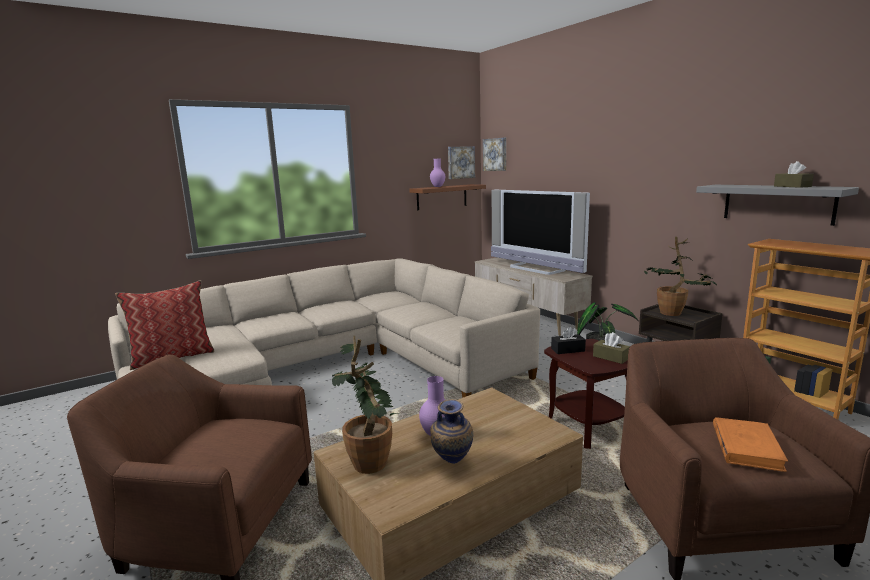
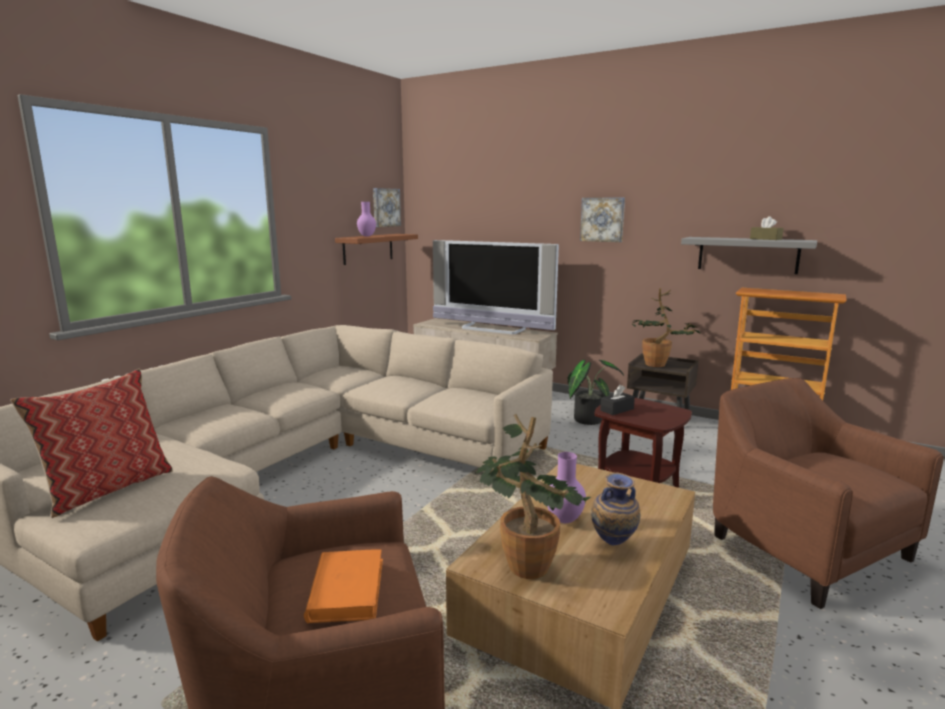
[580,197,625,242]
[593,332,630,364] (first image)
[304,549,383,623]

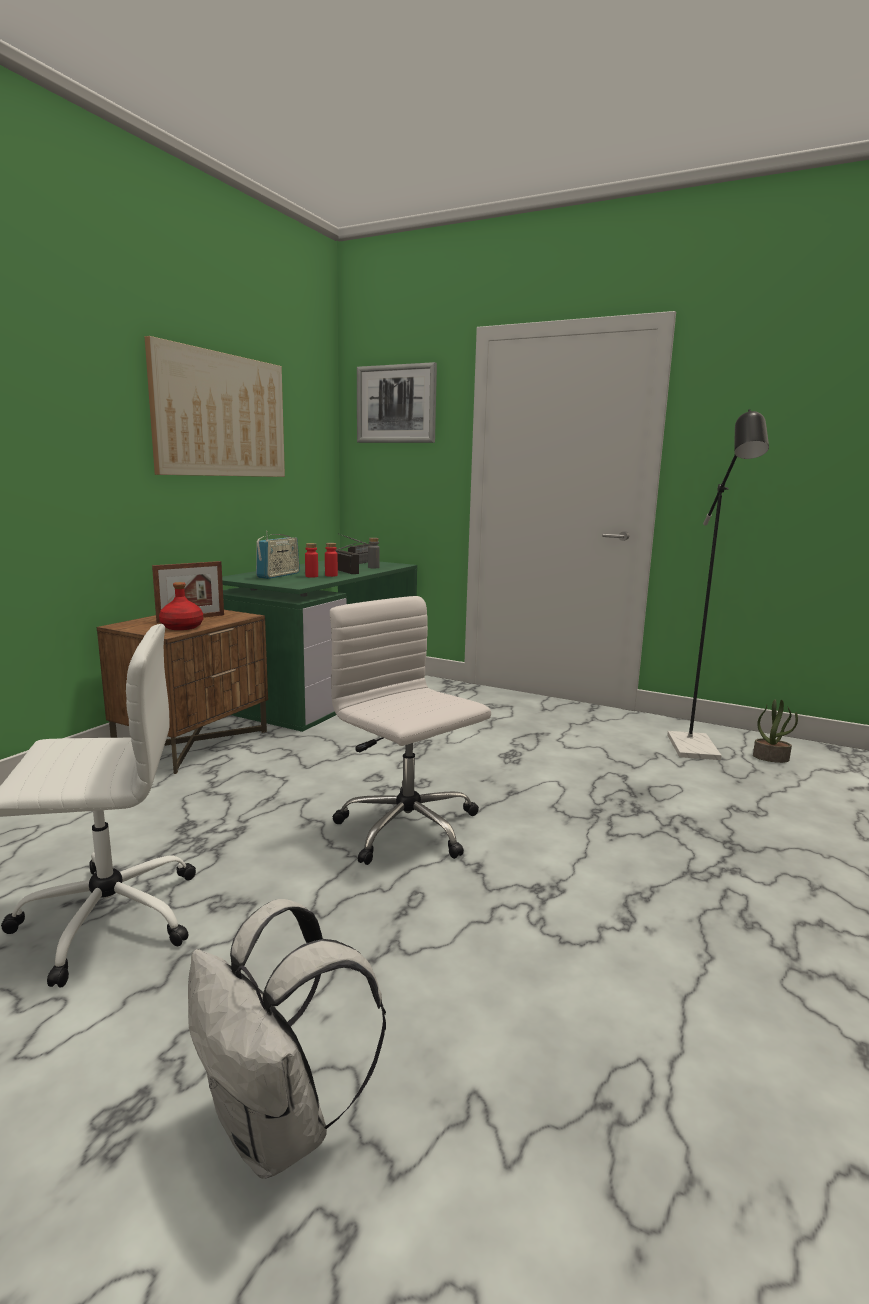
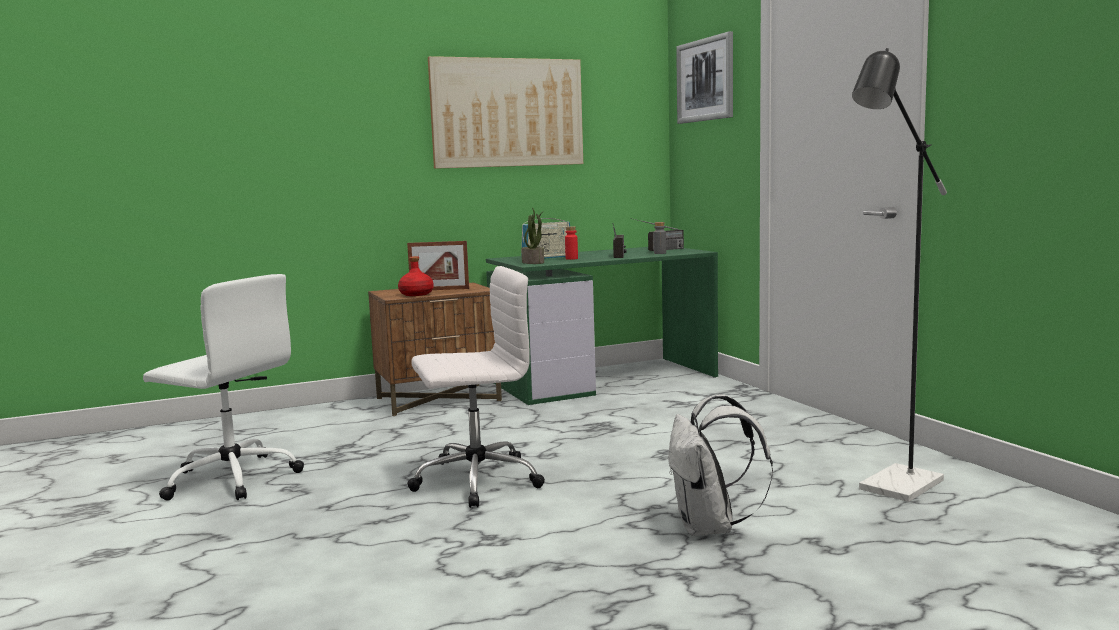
[325,543,338,577] (first image)
[407,266,545,508]
[521,207,544,264]
[668,394,773,536]

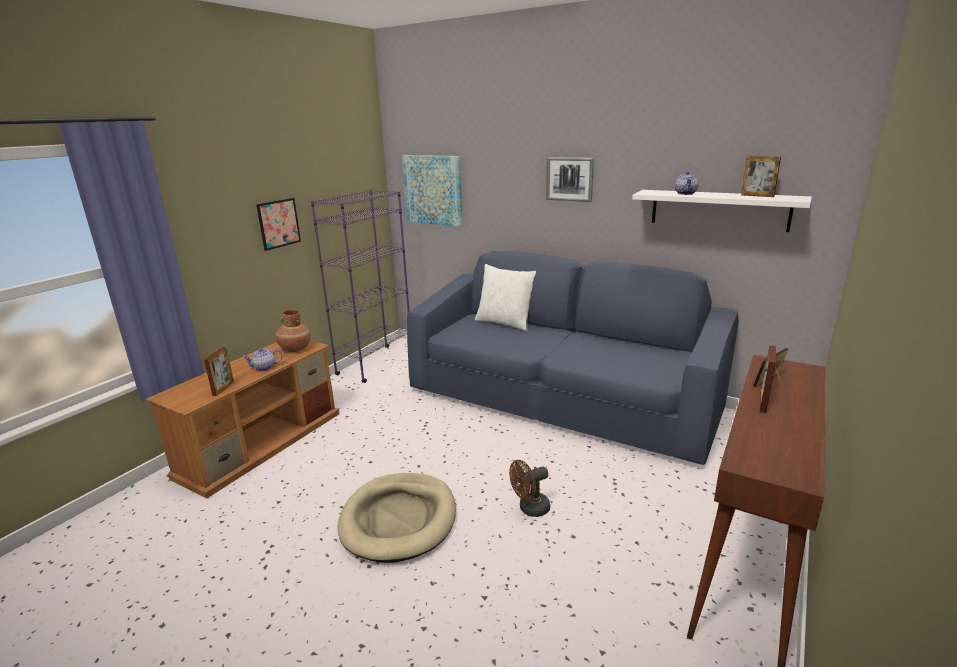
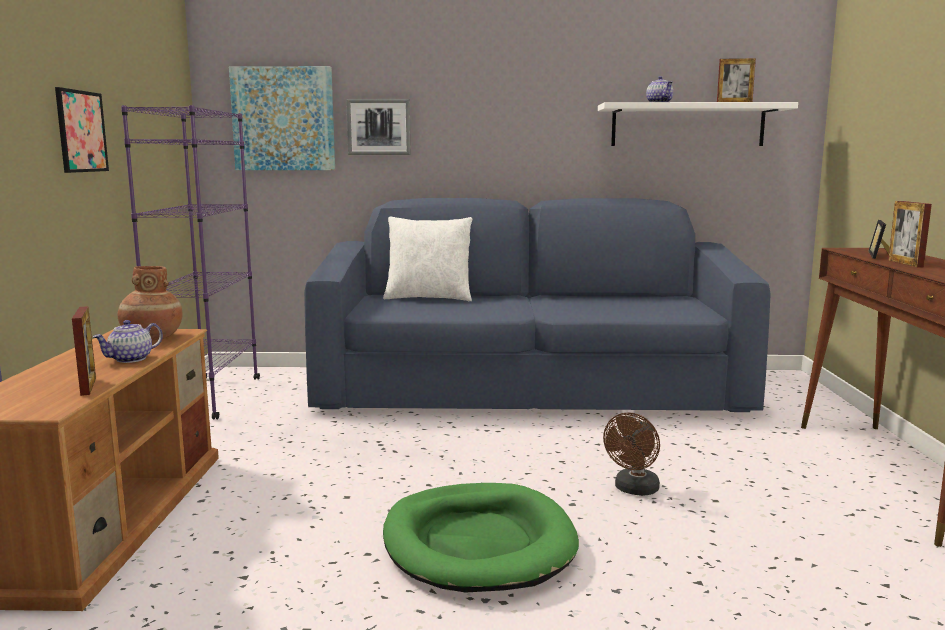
[346,99,411,155]
[383,483,579,592]

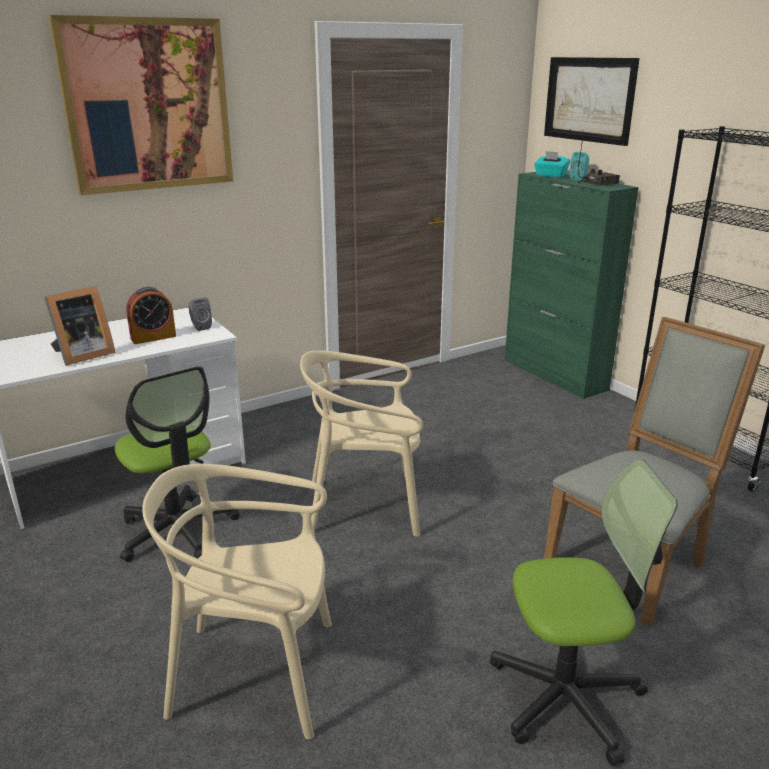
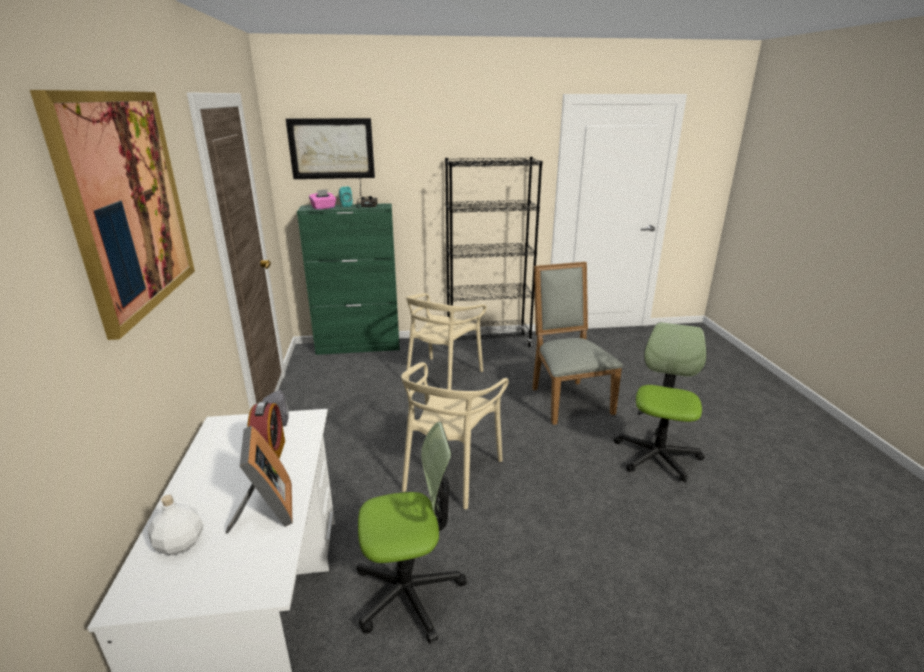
[309,189,336,210]
[406,293,487,390]
[148,495,203,555]

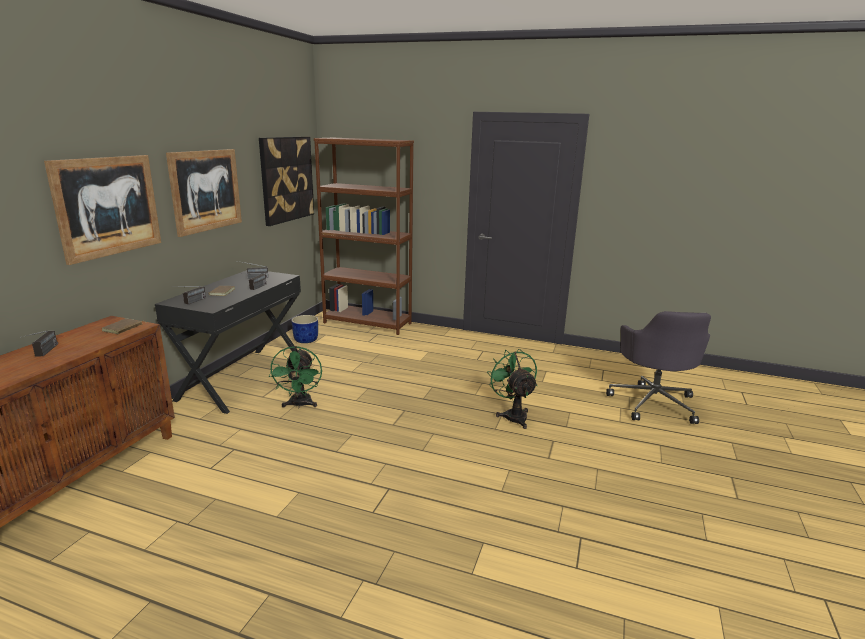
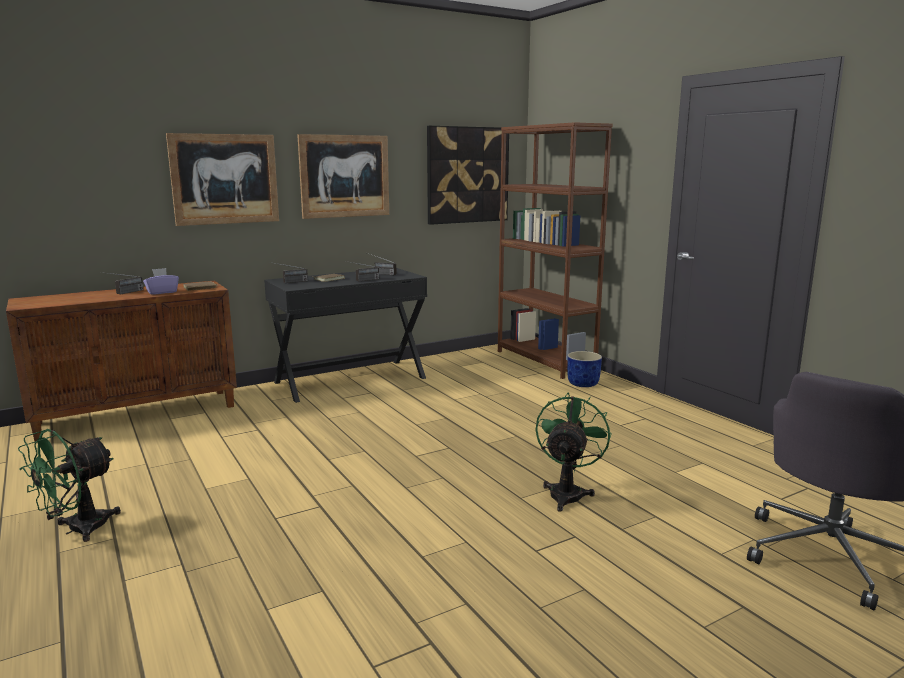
[567,351,602,387]
[18,429,121,542]
[143,268,179,295]

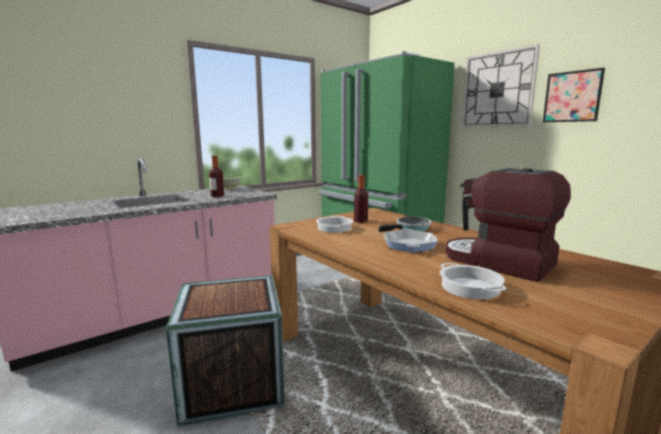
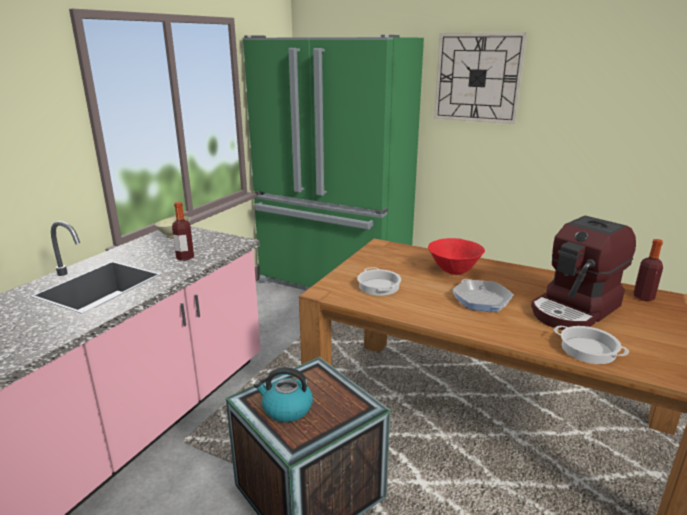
[543,68,605,122] (first image)
[531,216,636,330]
[633,239,663,301]
[428,238,485,275]
[254,367,313,422]

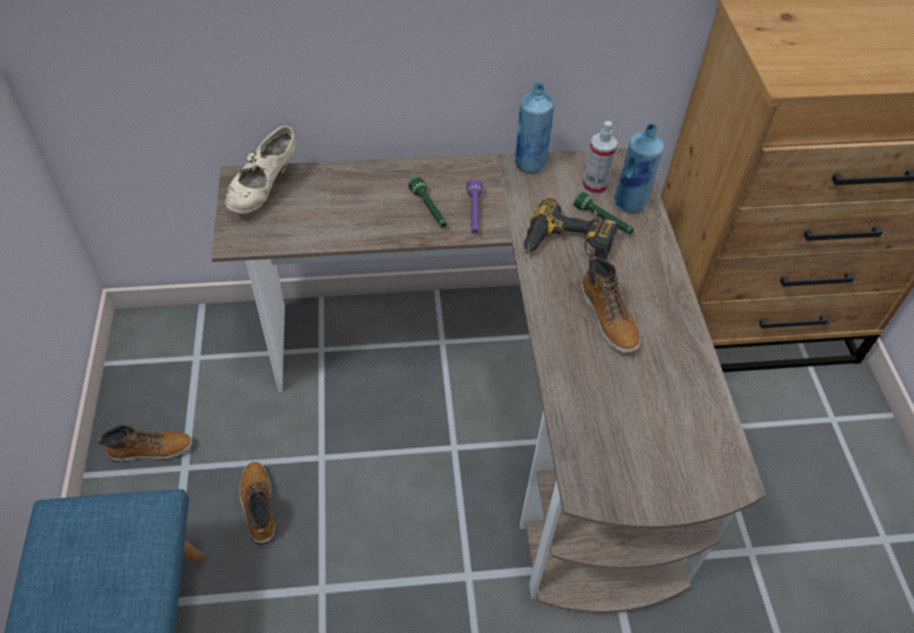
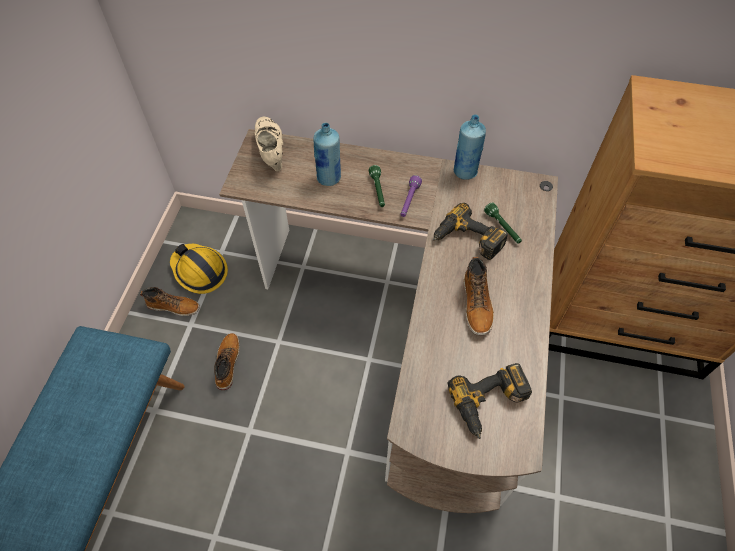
[582,121,618,195] (first image)
[313,122,341,186]
[255,117,283,171]
[170,244,228,294]
[448,363,532,439]

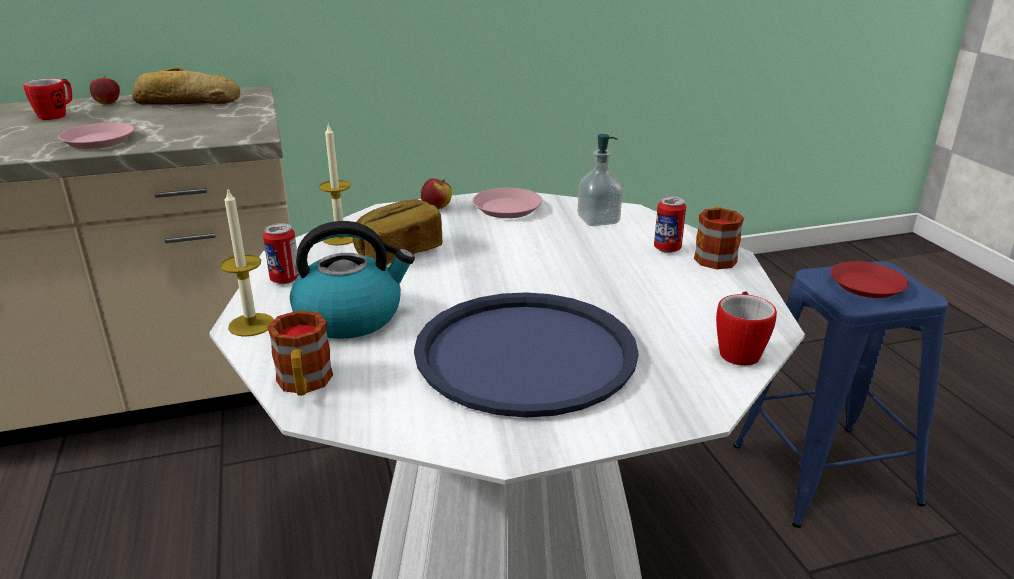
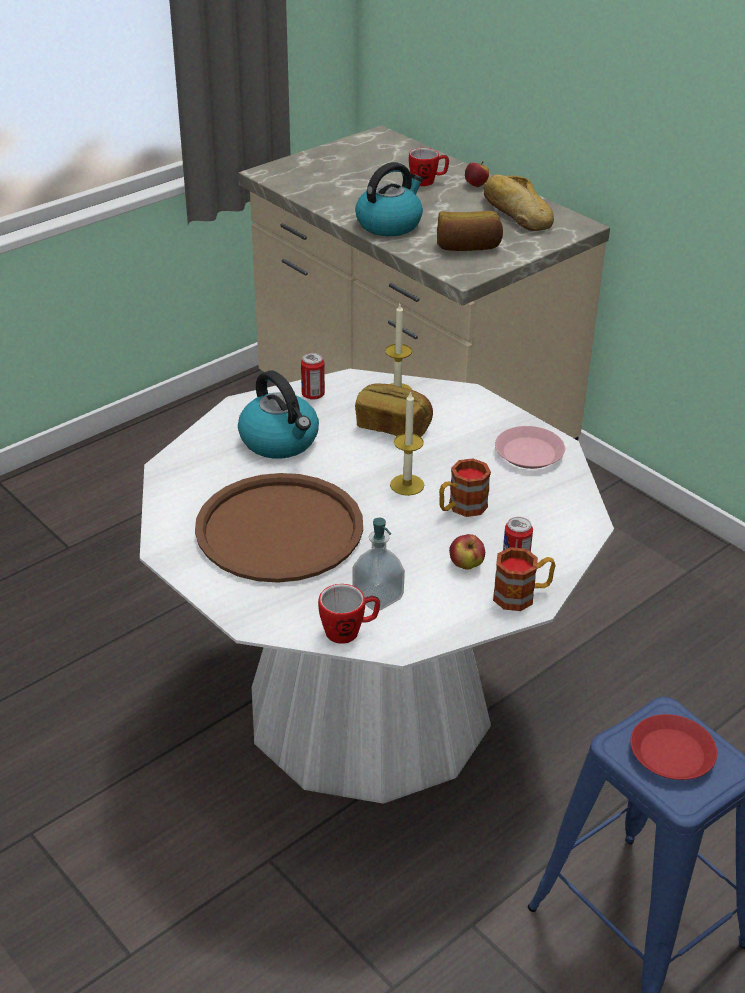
[355,162,423,236]
[353,518,405,611]
[449,534,485,569]
[390,391,424,496]
[195,473,363,583]
[439,458,491,517]
[437,211,503,251]

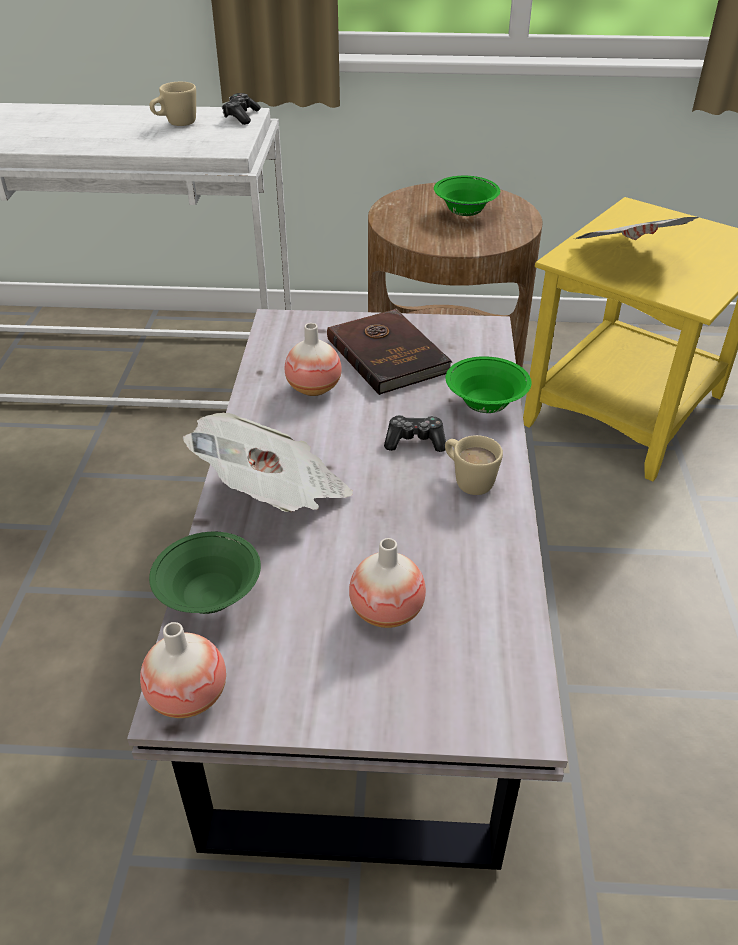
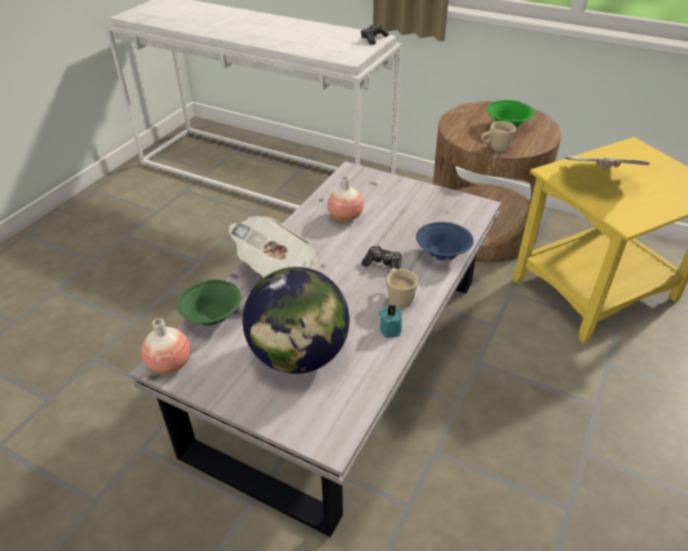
[481,121,516,151]
[327,309,453,395] (first image)
[416,222,474,261]
[243,267,349,374]
[380,305,402,338]

